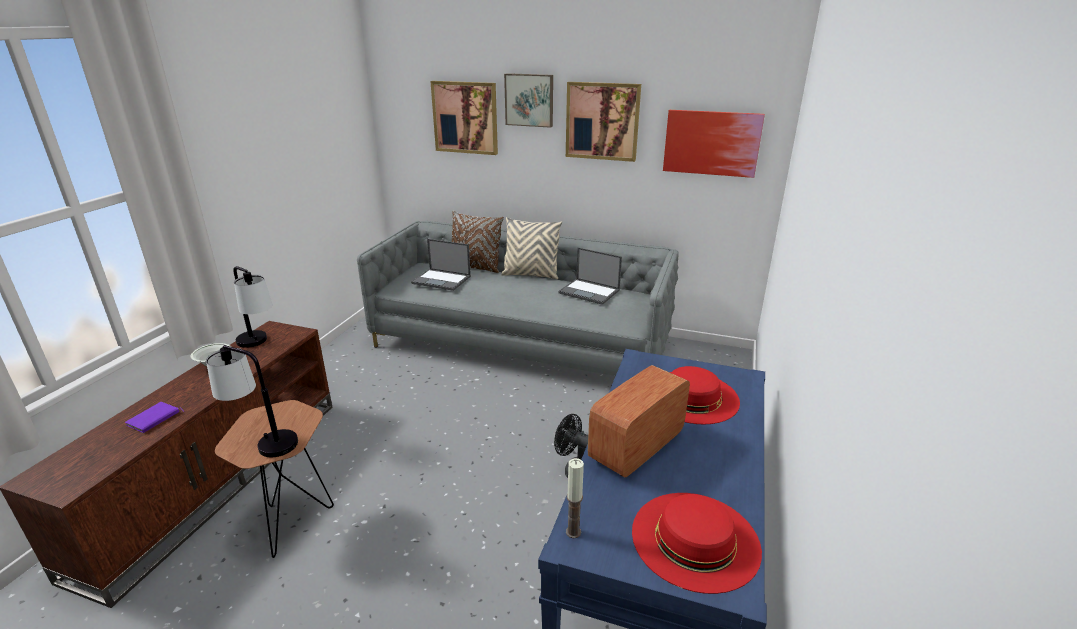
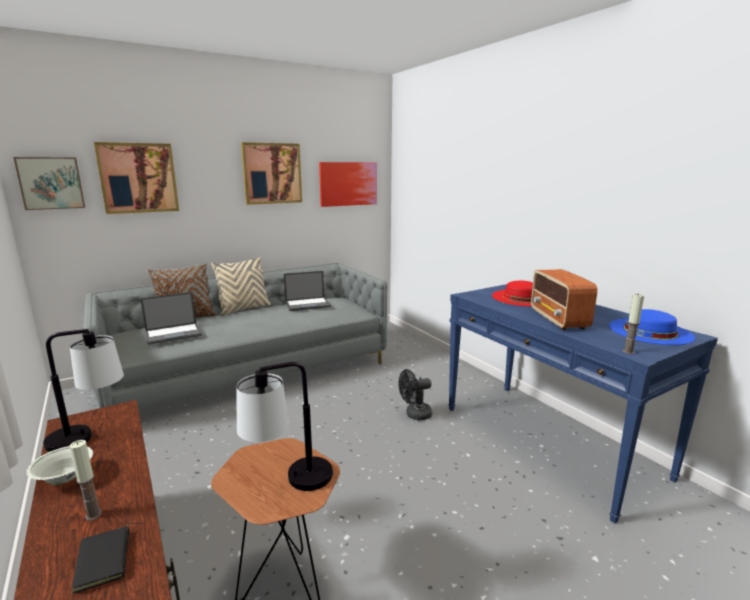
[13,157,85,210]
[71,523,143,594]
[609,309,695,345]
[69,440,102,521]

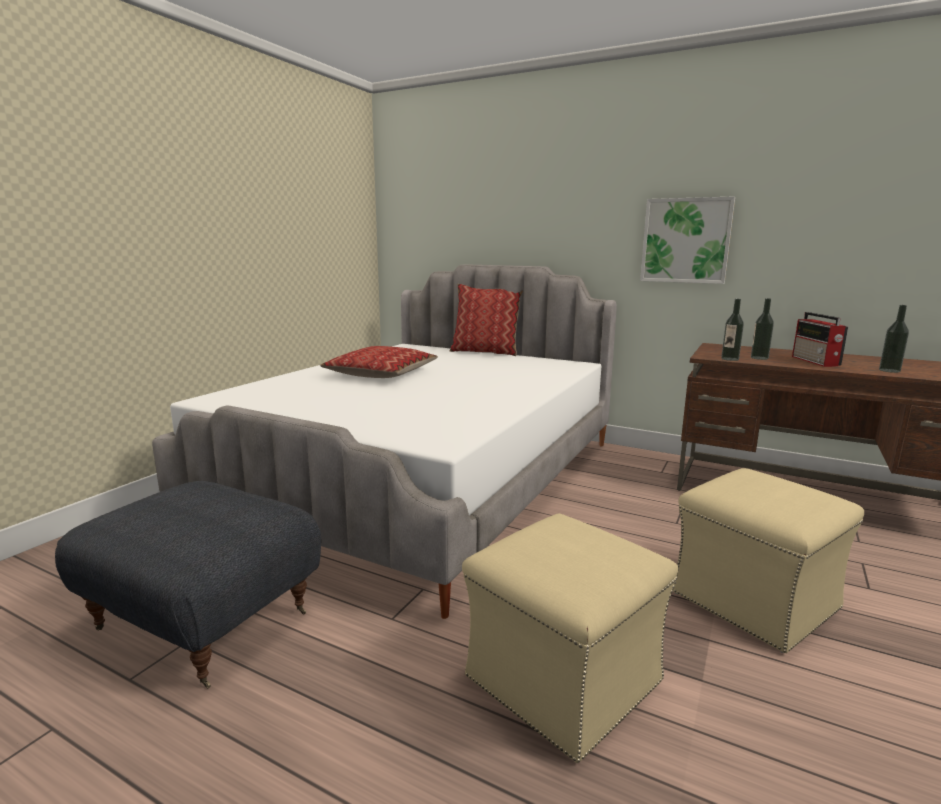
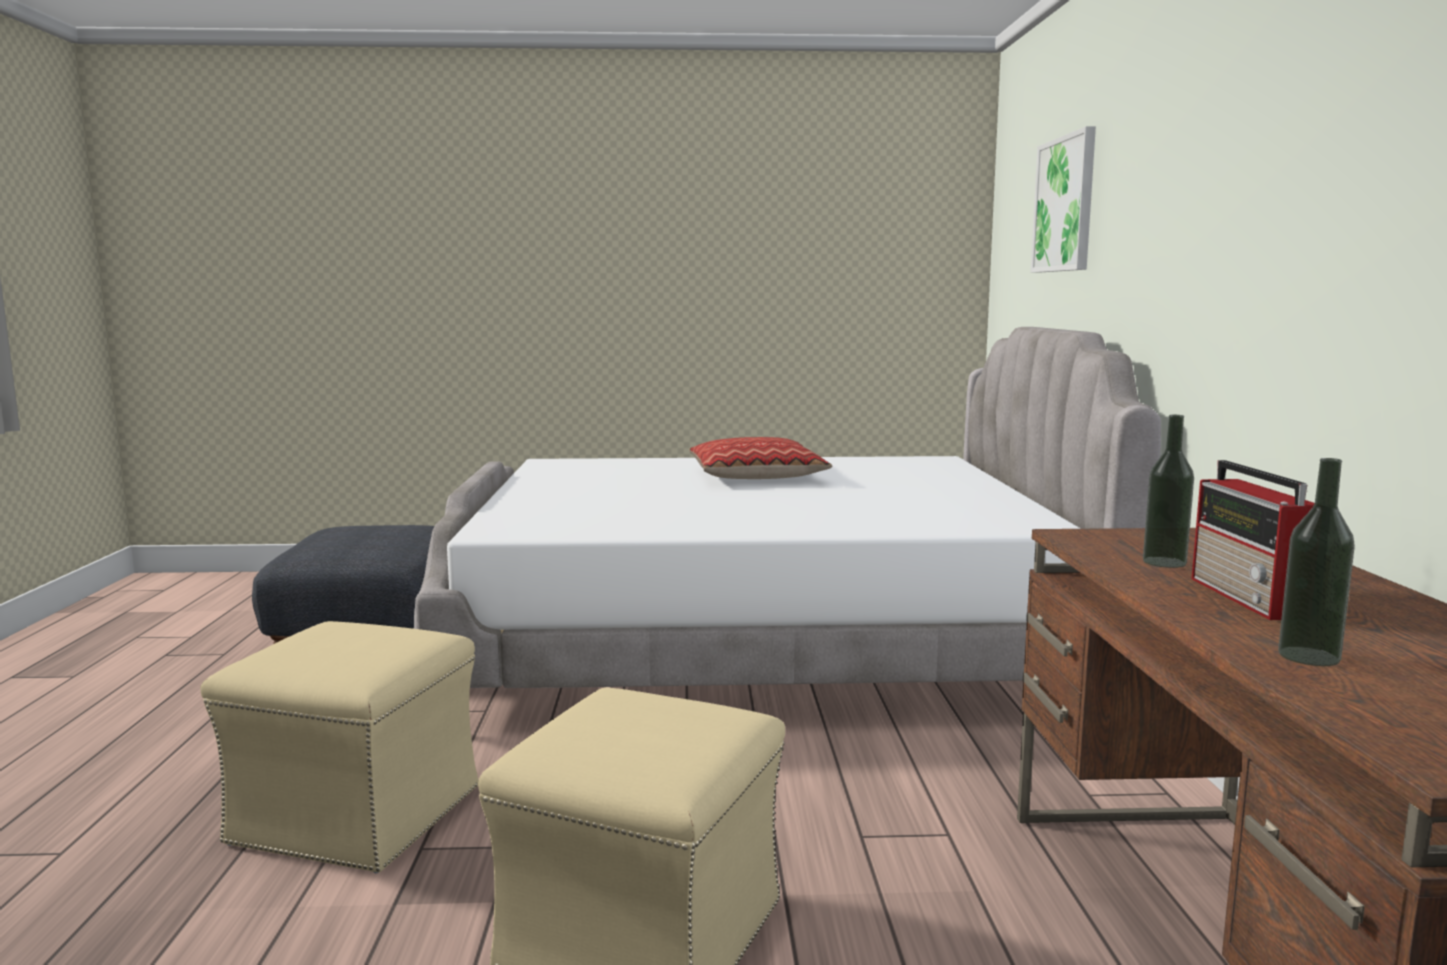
[1031,126,1096,273]
[450,284,523,356] (first image)
[721,299,744,361] (first image)
[1192,460,1315,620]

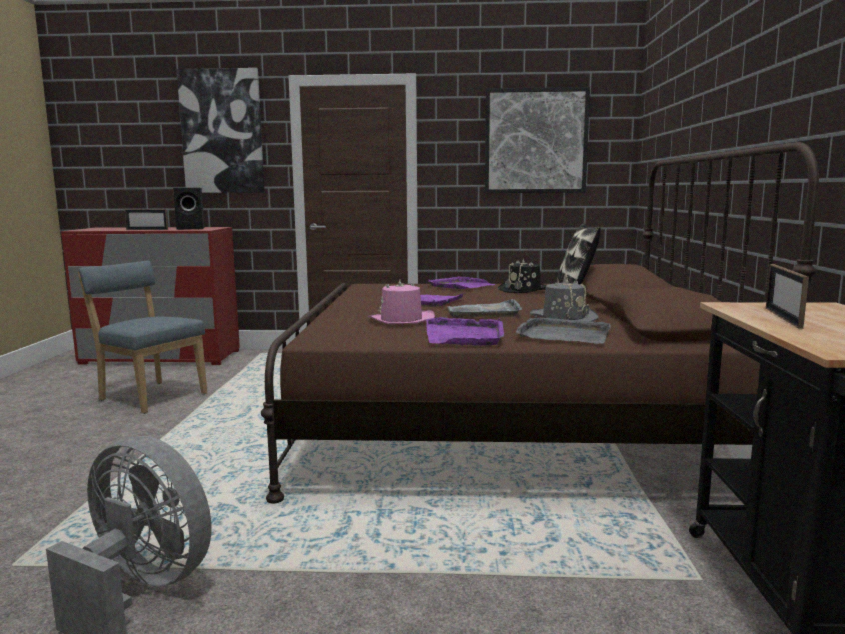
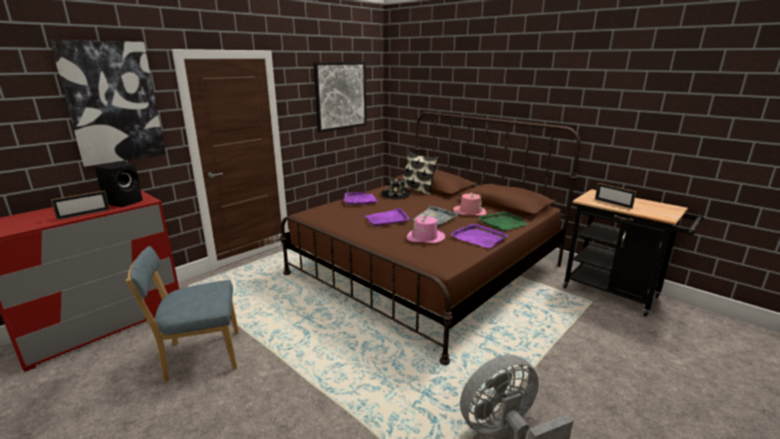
[453,192,487,216]
[479,212,528,231]

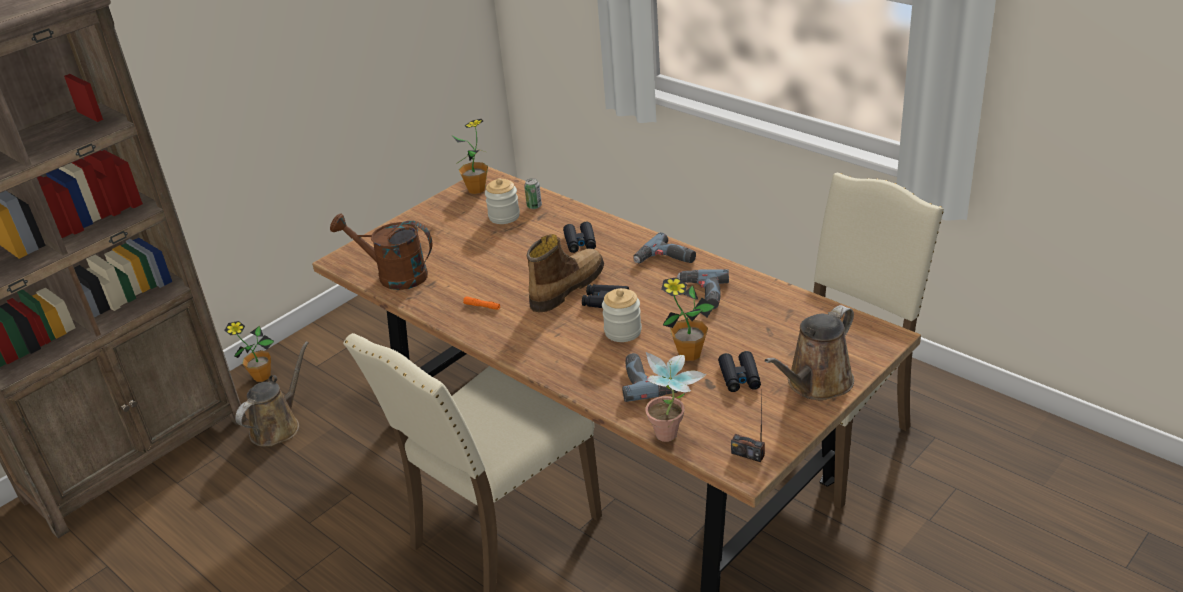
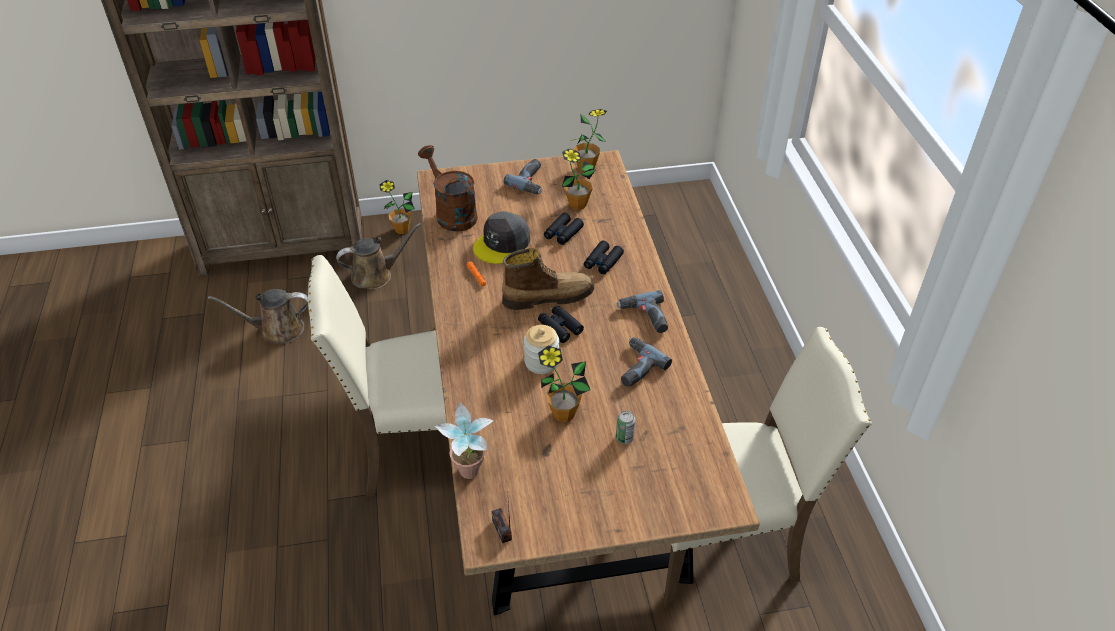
[562,148,595,210]
[616,411,635,444]
[208,289,308,344]
[544,213,584,245]
[504,159,542,195]
[473,211,530,264]

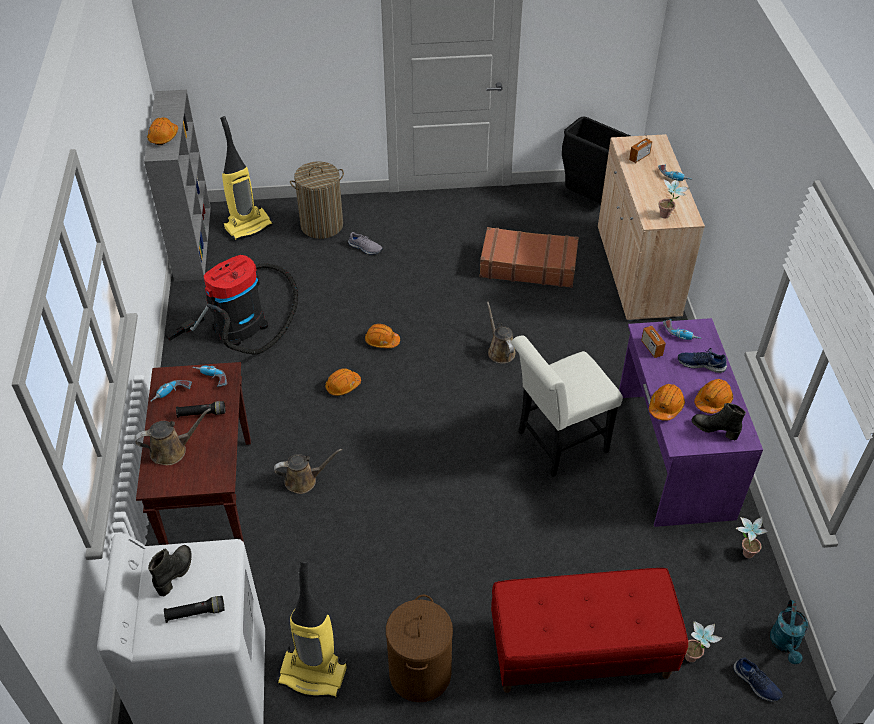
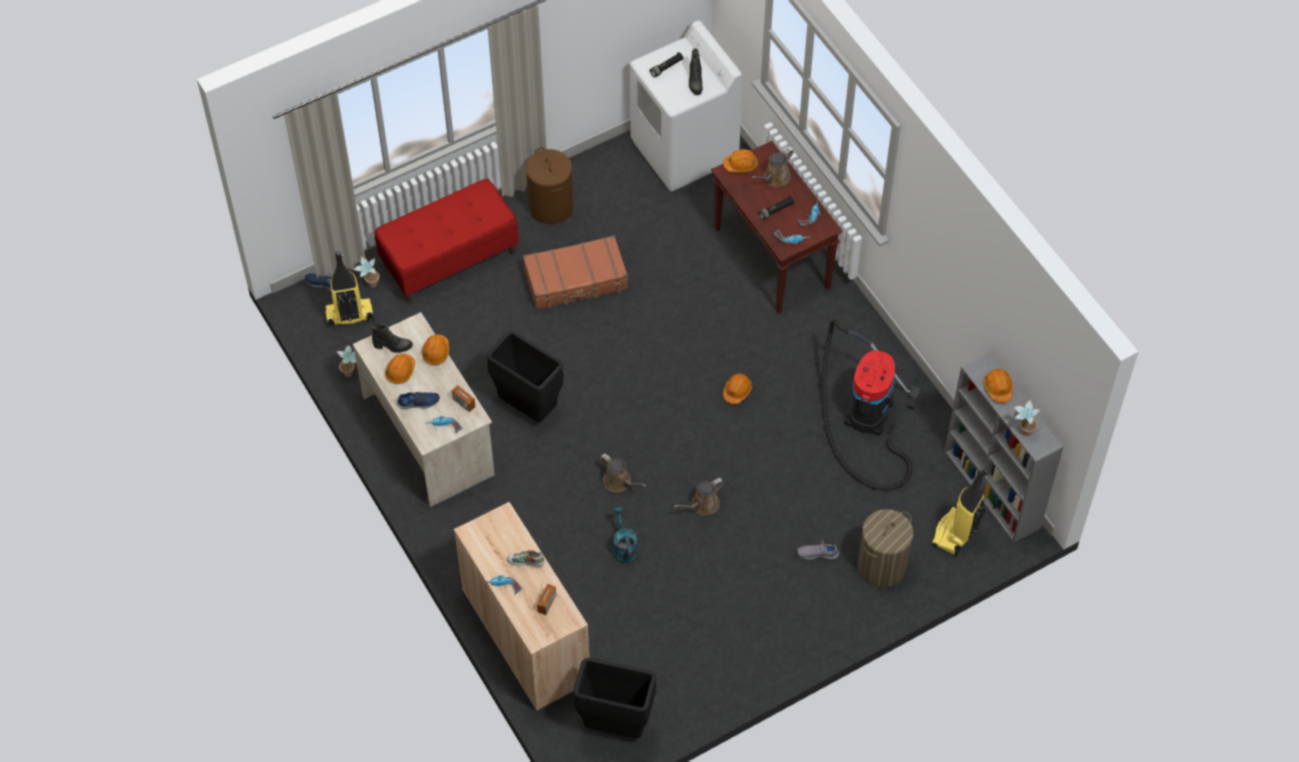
[1013,400,1040,436]
[523,235,628,310]
[353,312,495,507]
[723,149,758,173]
[487,331,564,422]
[674,478,724,515]
[324,251,374,328]
[613,507,638,563]
[507,550,545,567]

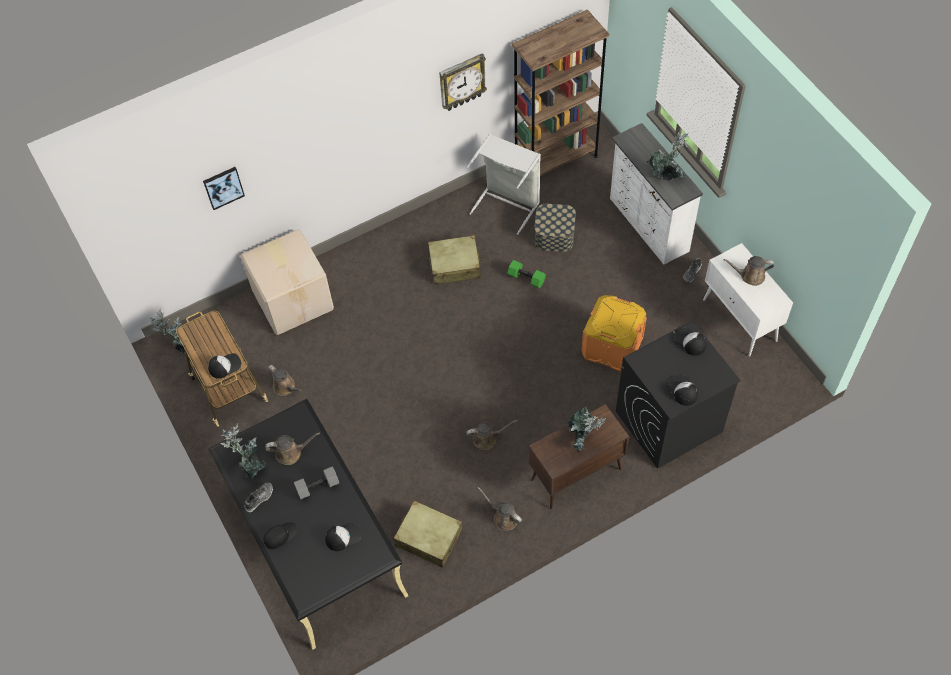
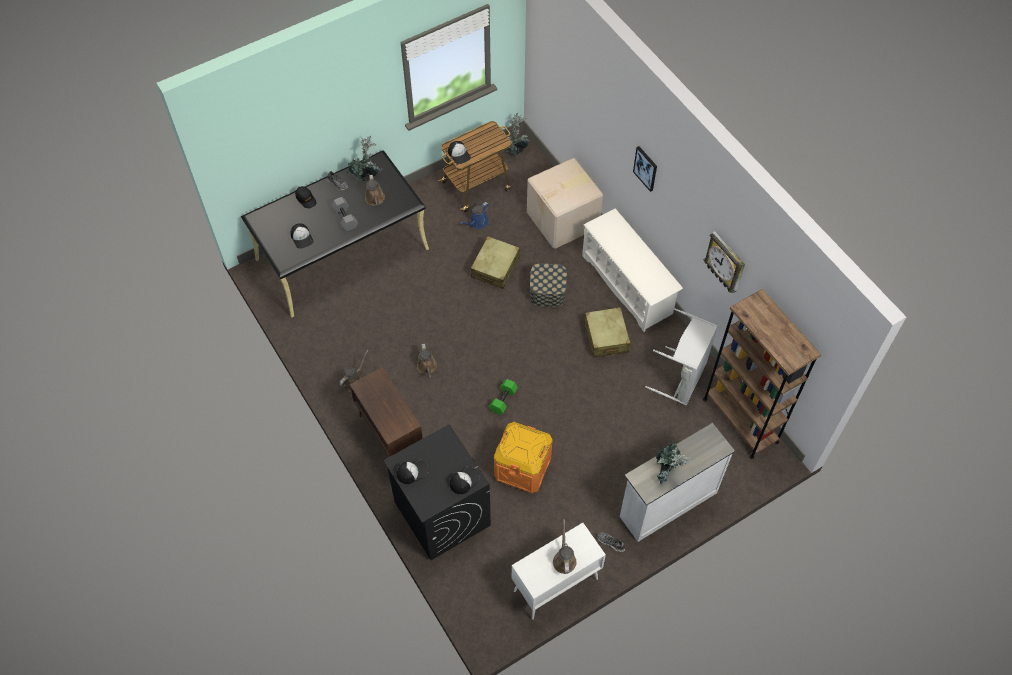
[633,146,657,192]
[530,263,567,307]
[489,379,518,415]
[460,202,489,229]
[567,406,606,453] (first image)
[471,236,520,289]
[582,208,683,332]

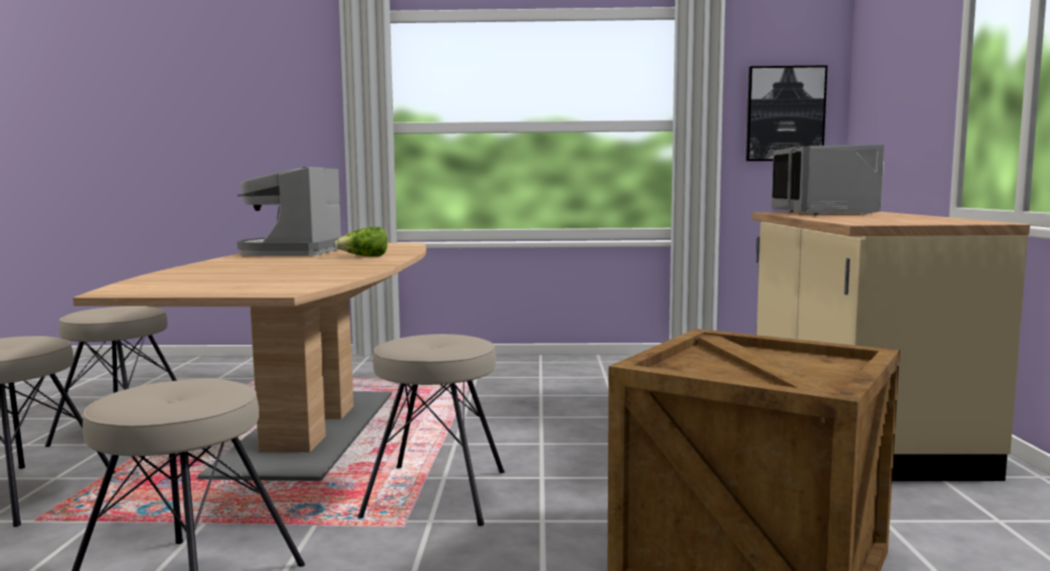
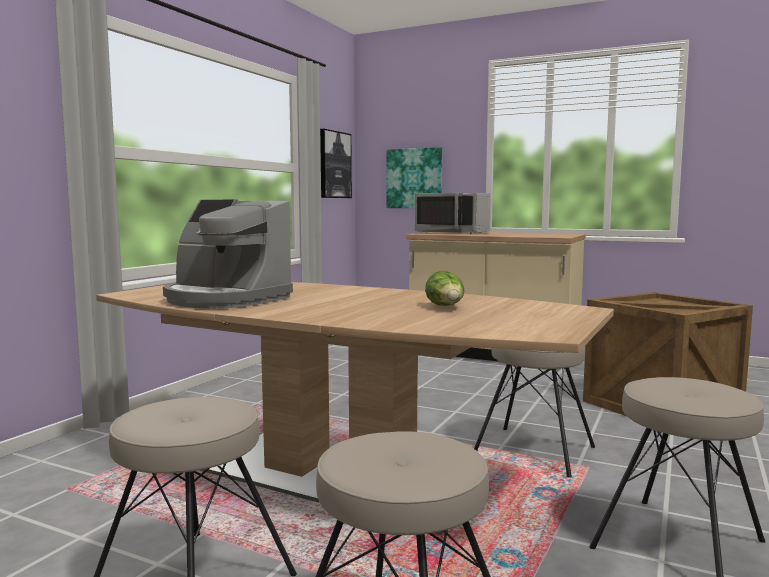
[425,271,464,306]
[386,147,442,208]

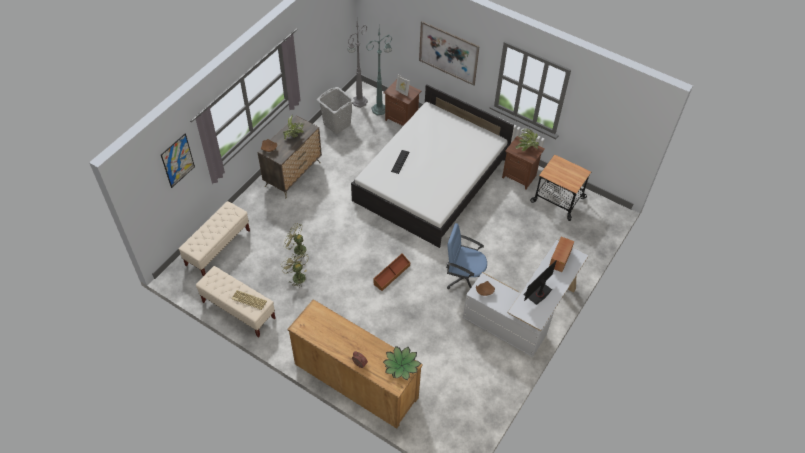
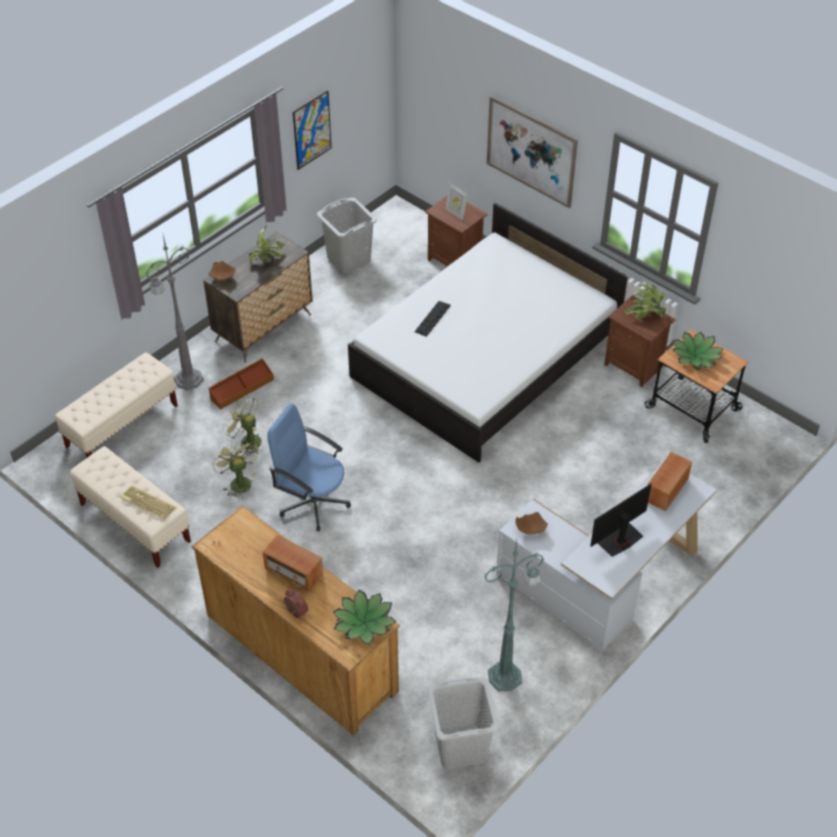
[146,235,204,390]
[484,540,544,692]
[293,91,332,170]
[267,403,351,531]
[209,358,274,410]
[672,332,724,370]
[263,535,323,592]
[427,677,499,769]

